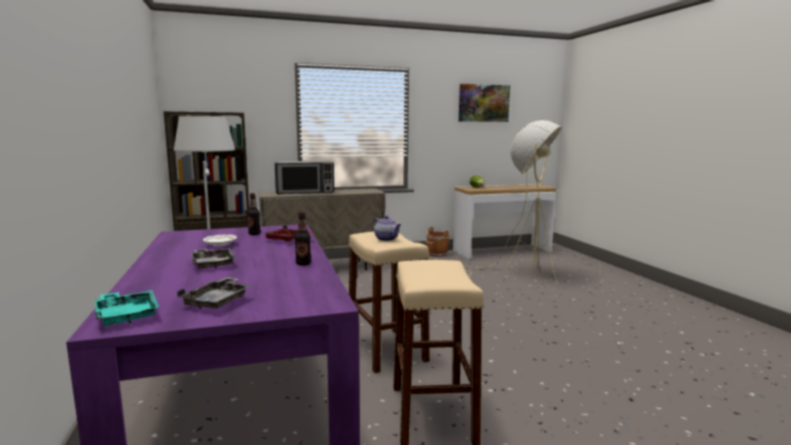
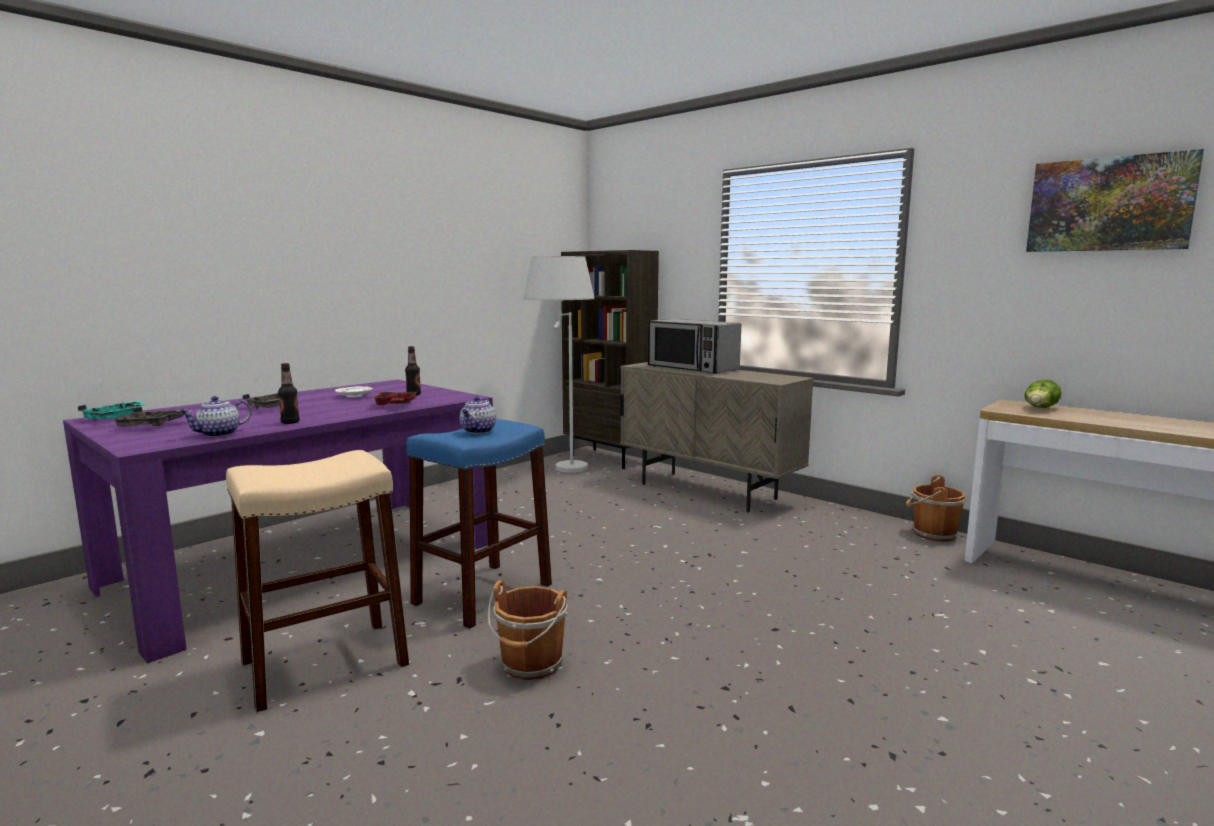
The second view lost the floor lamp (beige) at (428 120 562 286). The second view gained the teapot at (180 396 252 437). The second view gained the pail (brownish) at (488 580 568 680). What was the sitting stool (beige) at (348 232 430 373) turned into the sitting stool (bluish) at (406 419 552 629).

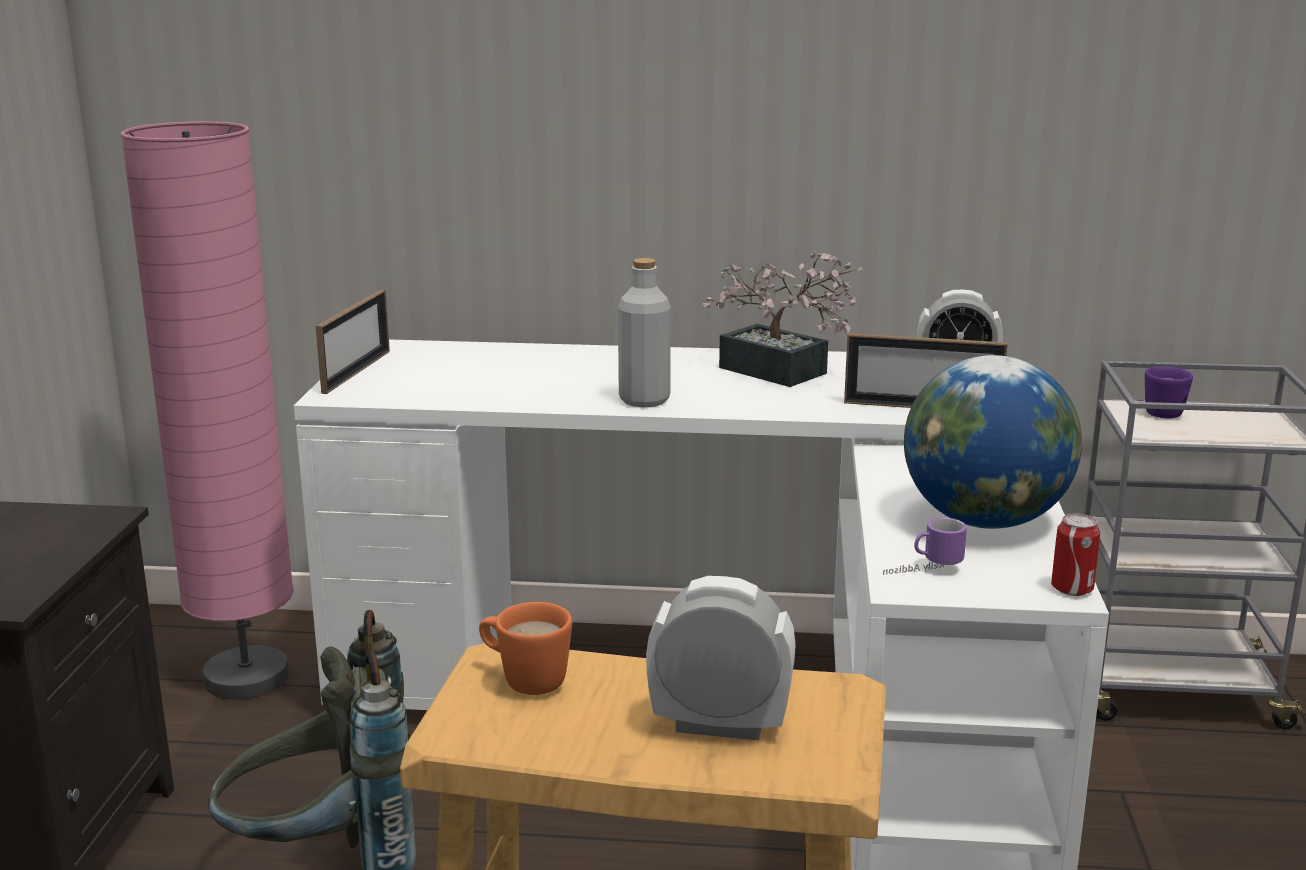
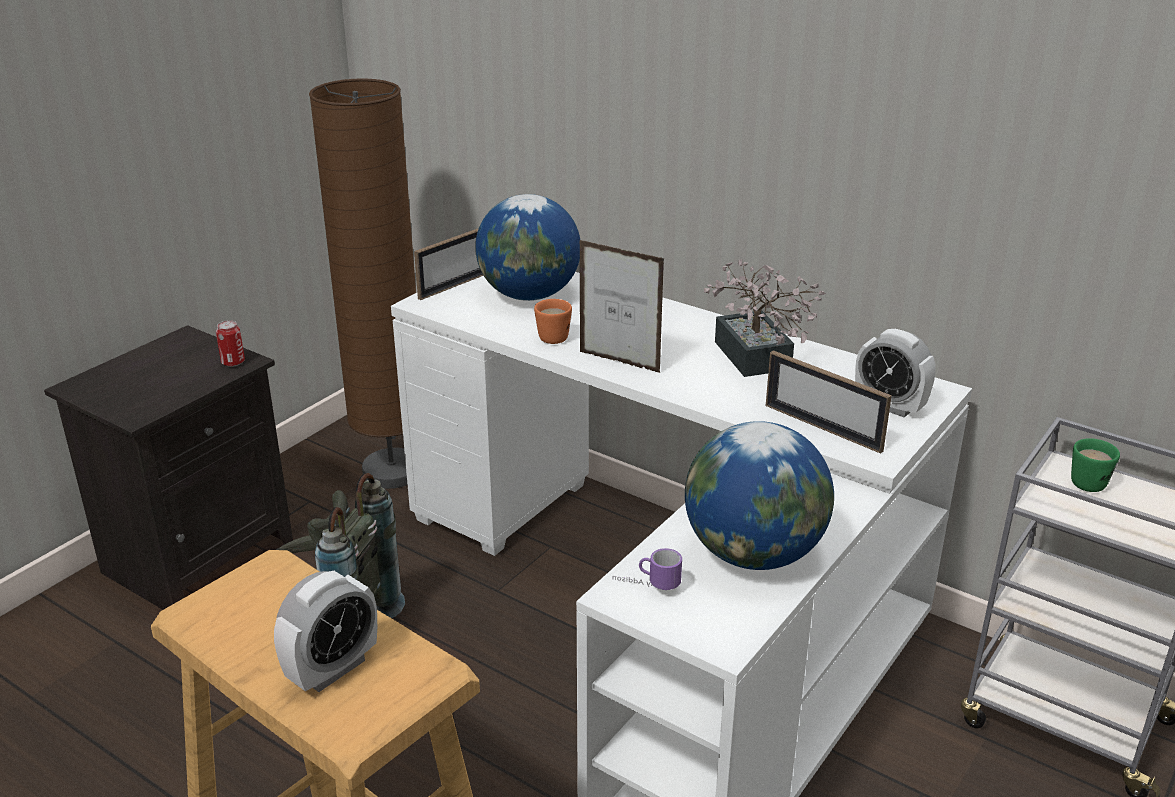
The second view gained the desk globe at (475 194 580 301). The mug (orange-coloured) ended up elsewhere, having gone from (479 602 572 695) to (534 299 572 344). The sealed can ended up elsewhere, having gone from (1051 513 1100 596) to (216 320 245 367). Where the bottle (grey) stood at (618 258 671 408), the picture frame came to stand at (580 240 664 373). What was the floor lamp (pink) at (120 121 294 699) turned into the floor lamp (brownish) at (309 79 416 489). What was the mug (purplish) at (1145 366 1193 419) turned into the mug (green) at (1071 438 1120 492). The table clock at (646 576 796 740) ended up facing another way, 90 degrees clockwise from before.

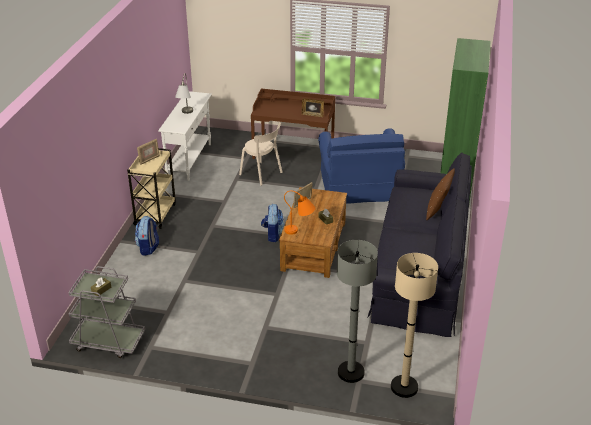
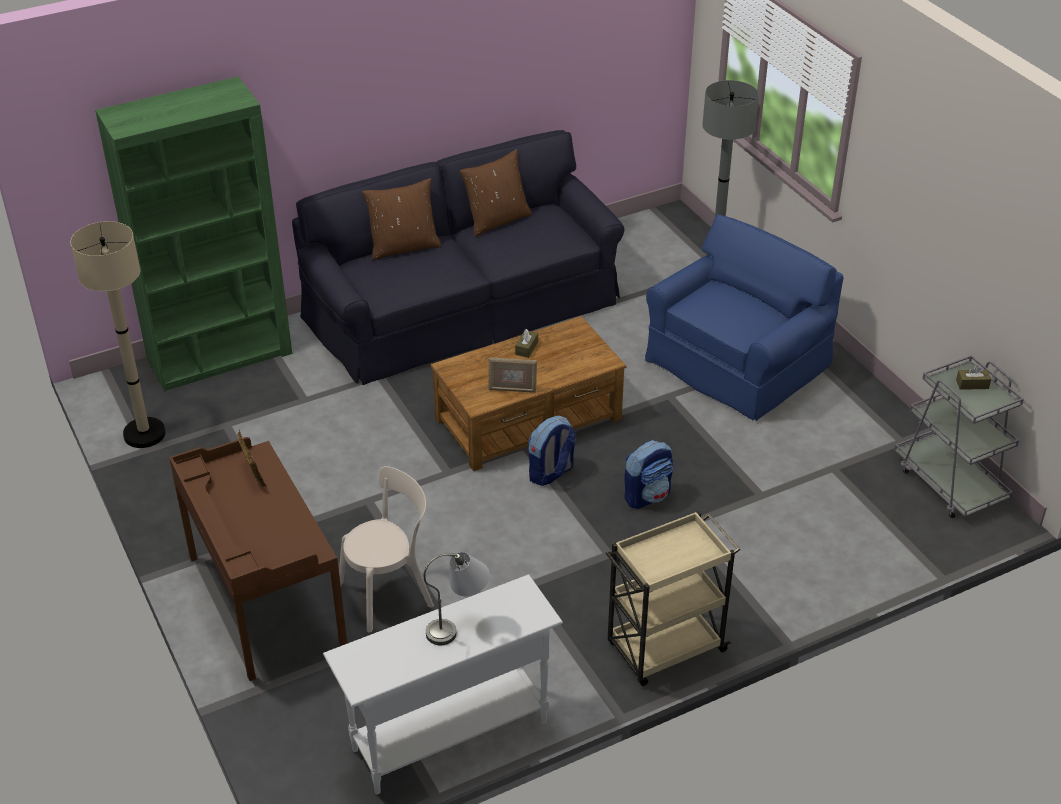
The second view lost the picture frame at (137 139 160 165). The second view lost the table lamp (orange-coloured) at (284 191 315 235). The second view gained the cushion (brownish) at (460 150 532 237). The rucksack ended up elsewhere, having gone from (135 216 159 256) to (624 440 673 509). The easy chair (bluish) ended up elsewhere, having gone from (318 128 405 204) to (645 214 843 421). The floor lamp (beige) ended up elsewhere, having gone from (391 253 438 398) to (70 221 166 448). The upright chair (beige) at (239 122 283 186) ended up facing another way, 60 degrees clockwise from before.

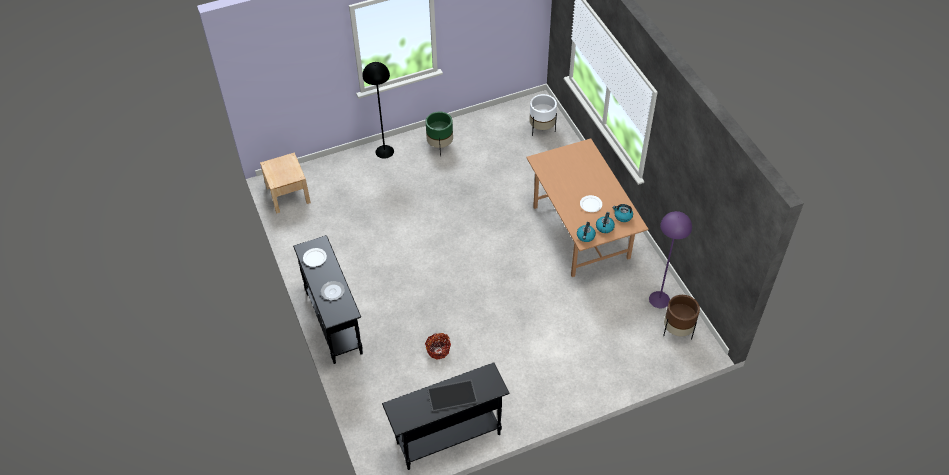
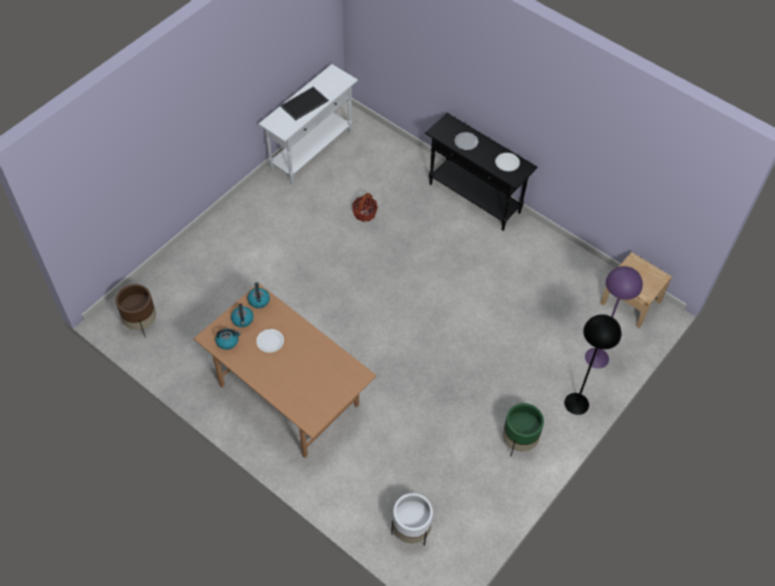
The floor lamp (purplish) ended up elsewhere, having gone from (649 211 692 308) to (585 266 643 369). What was the console table (black) at (382 362 510 470) turned into the console table (whitish) at (258 64 358 185).

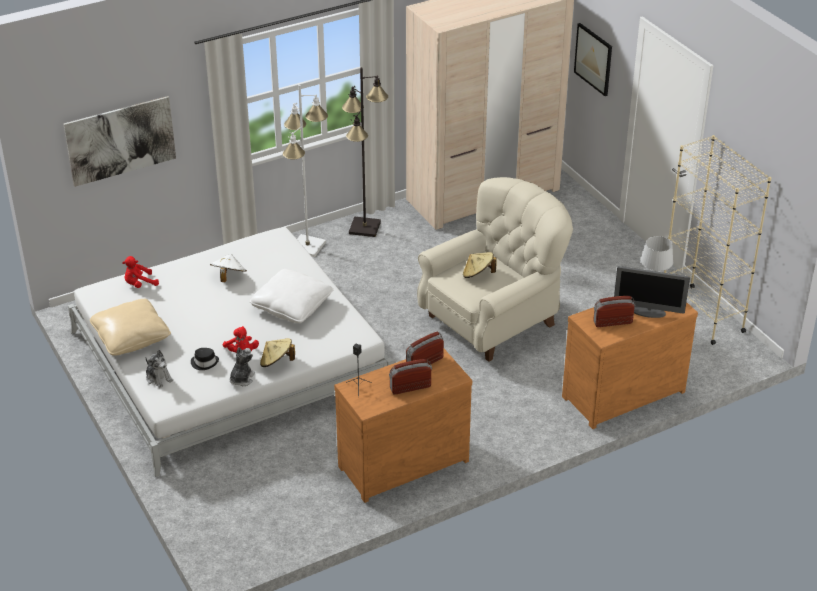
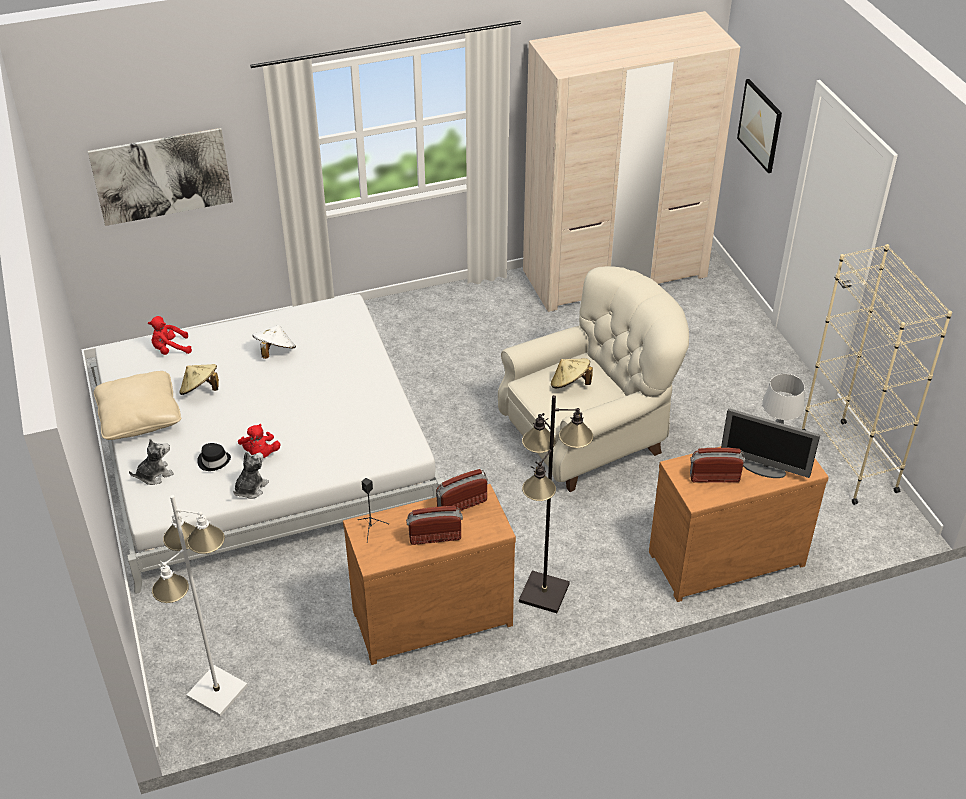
The second view lost the cushion (whitish) at (250 269 334 323). The hat (beige) ended up elsewhere, having gone from (260 338 295 367) to (179 364 219 395). The floor lamp (whitish) ended up elsewhere, having gone from (283 85 328 257) to (152 495 247 717). The floor lamp (black) ended up elsewhere, having gone from (342 67 388 237) to (519 395 593 613). The plush toy at (146 350 173 388) ended up facing another way, 90 degrees counterclockwise from before.

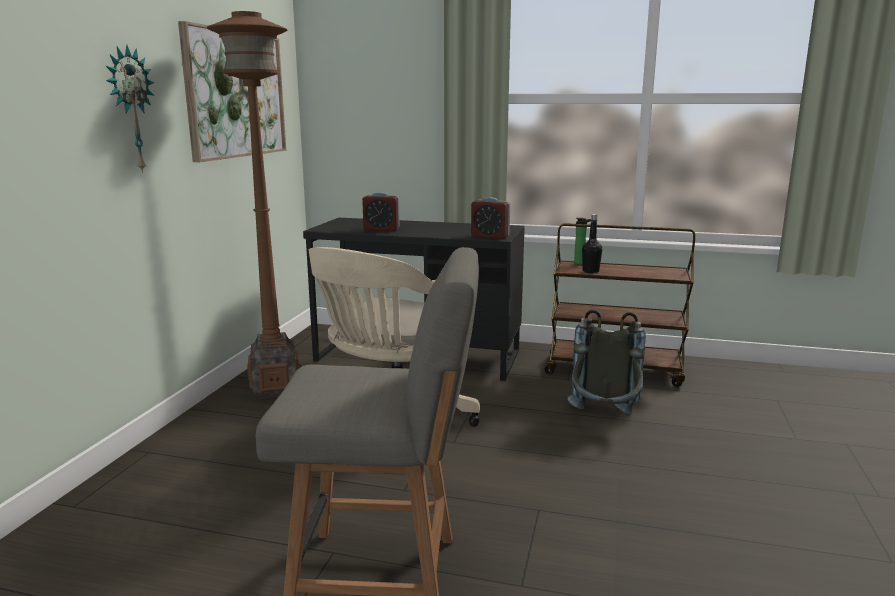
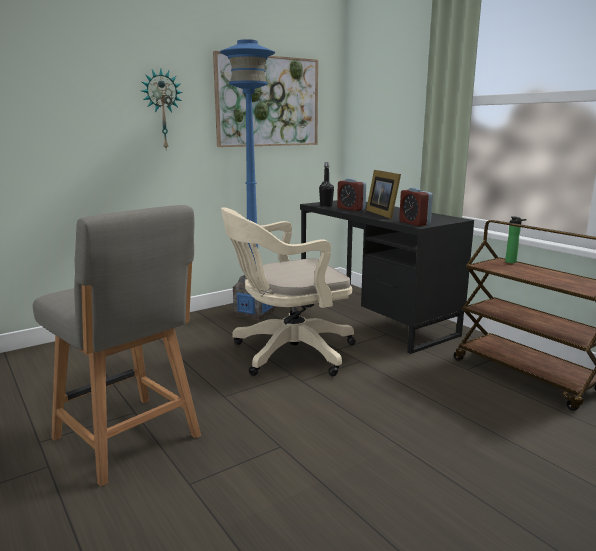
The second view lost the rucksack (grey) at (567 310 646 414). The second view gained the picture frame at (366 170 401 219). The bottle (black) ended up elsewhere, having gone from (582 214 603 273) to (319 162 334 207). What was the floor lamp (brownish) at (207 11 301 399) turned into the floor lamp (bluish) at (220 39 275 320).

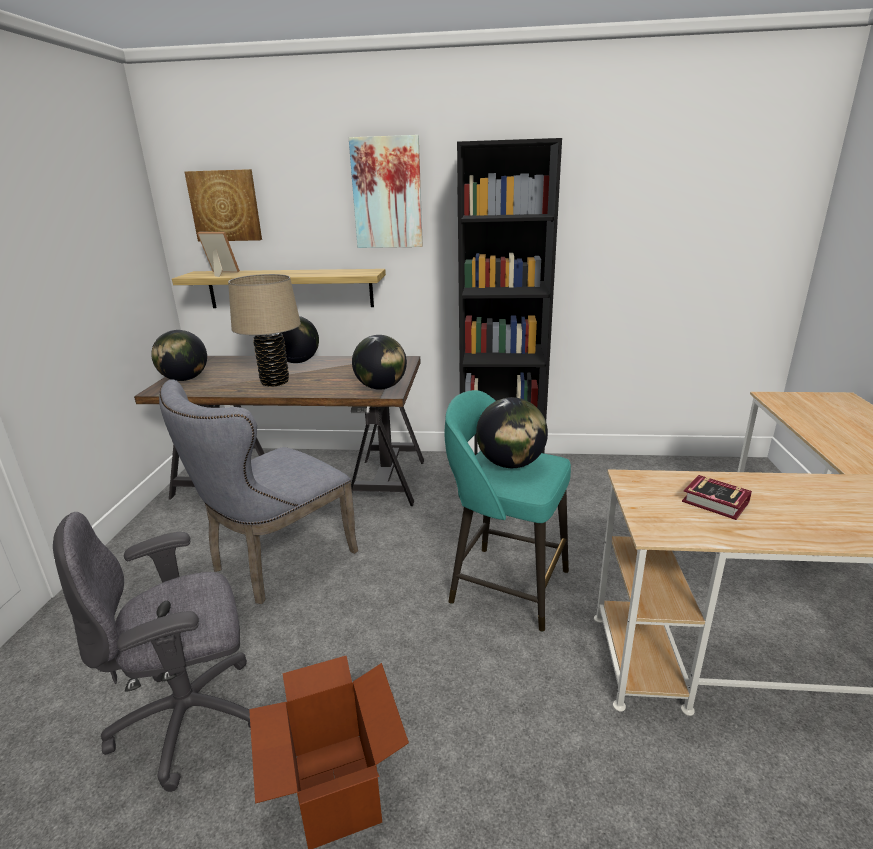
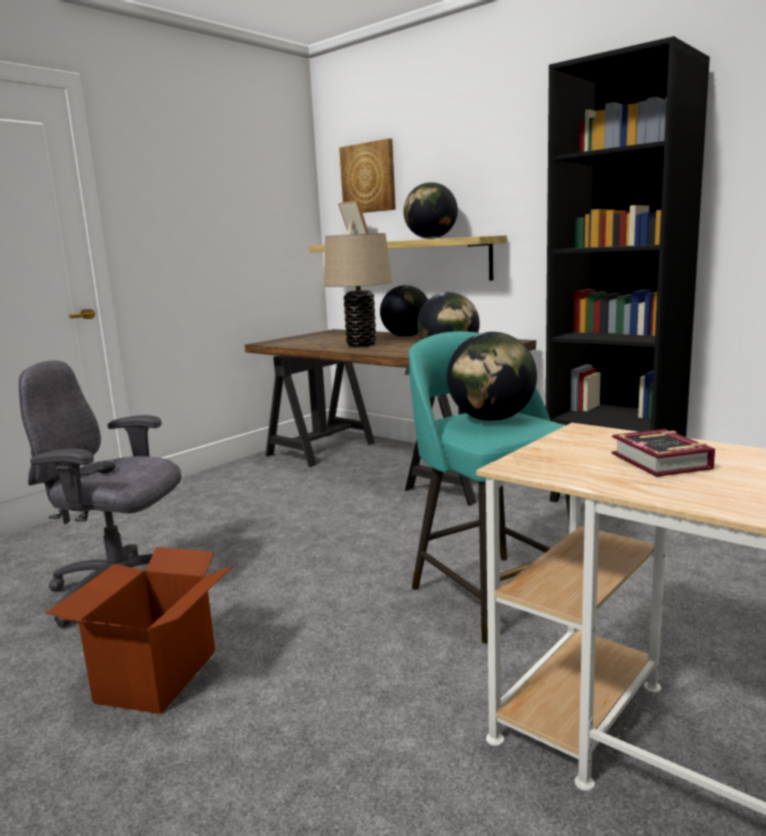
The second view lost the upright chair (grey) at (159 379 358 604). The second view lost the wall art at (349 135 423 248). The desk globe ended up elsewhere, having gone from (151 330 207 381) to (404 182 458 239).

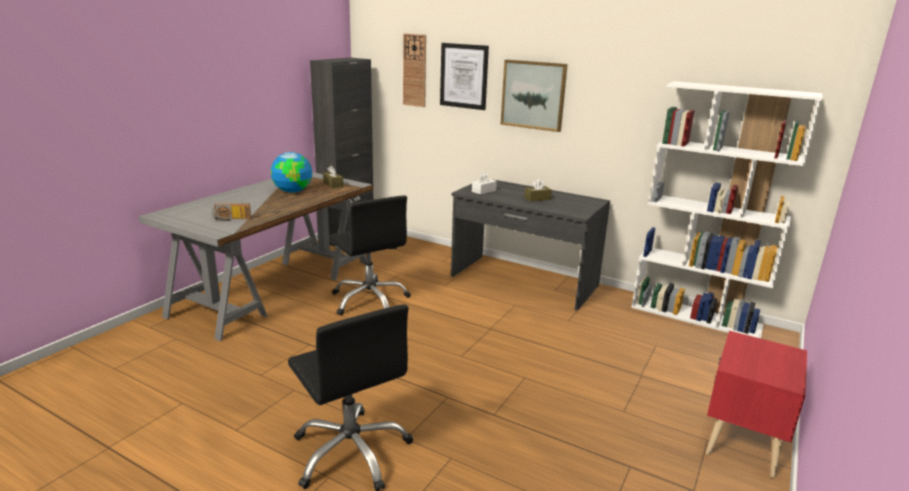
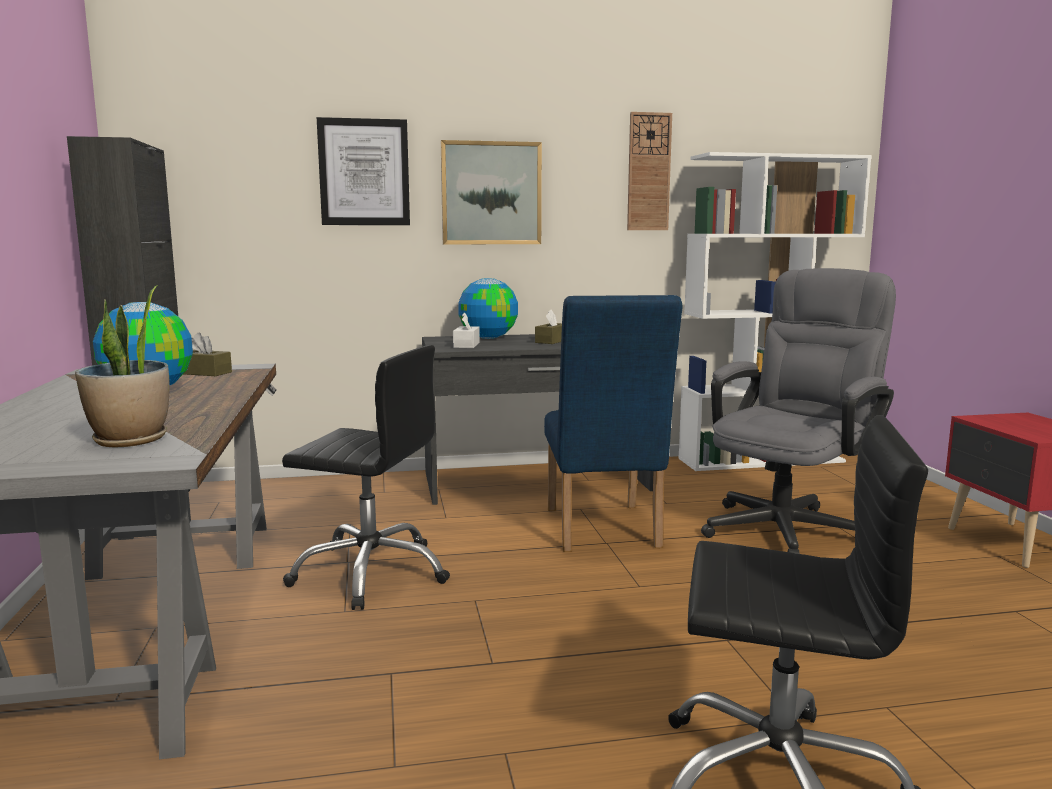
The second view gained the desk globe at (458 278 518 339). The second view gained the upright chair (bluish) at (544 295 683 552). The second view gained the computer chair (grey) at (701 268 896 554). The clock on the wall ended up elsewhere, having gone from (403 34 426 107) to (627 112 672 230). Where the radio receiver stood at (212 203 251 221), the potted plant came to stand at (75 285 170 447).

